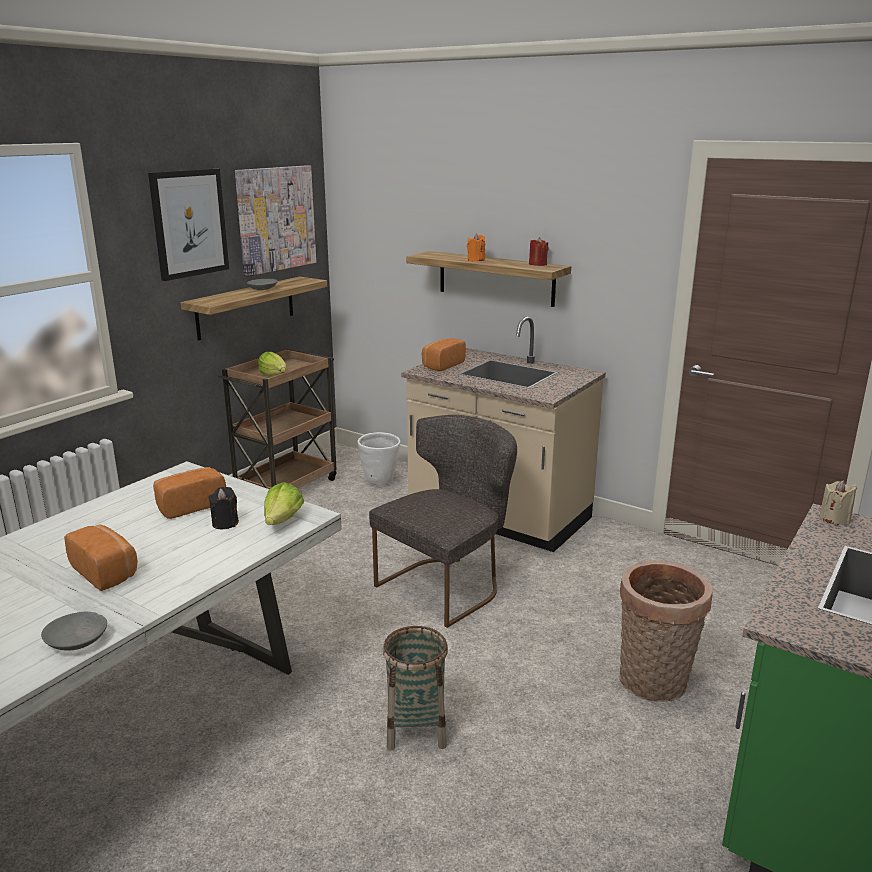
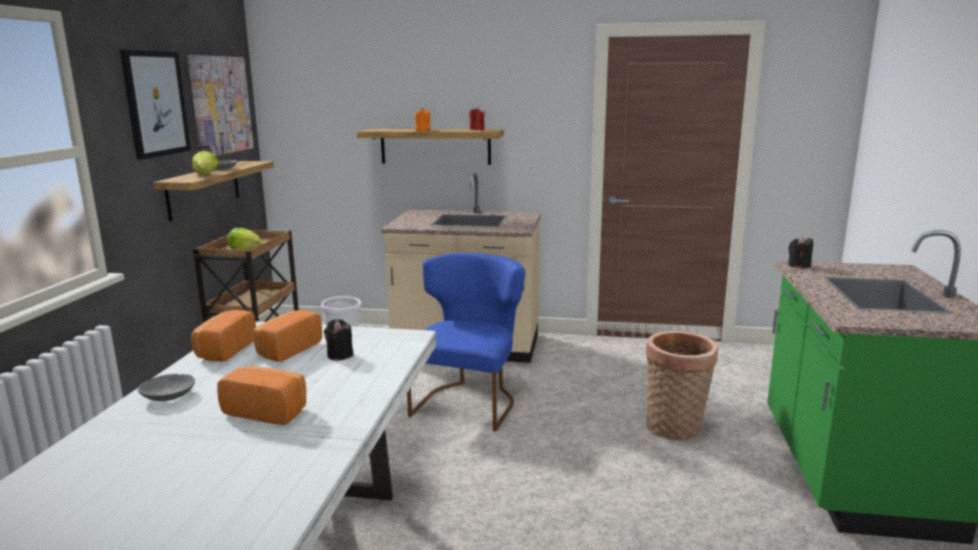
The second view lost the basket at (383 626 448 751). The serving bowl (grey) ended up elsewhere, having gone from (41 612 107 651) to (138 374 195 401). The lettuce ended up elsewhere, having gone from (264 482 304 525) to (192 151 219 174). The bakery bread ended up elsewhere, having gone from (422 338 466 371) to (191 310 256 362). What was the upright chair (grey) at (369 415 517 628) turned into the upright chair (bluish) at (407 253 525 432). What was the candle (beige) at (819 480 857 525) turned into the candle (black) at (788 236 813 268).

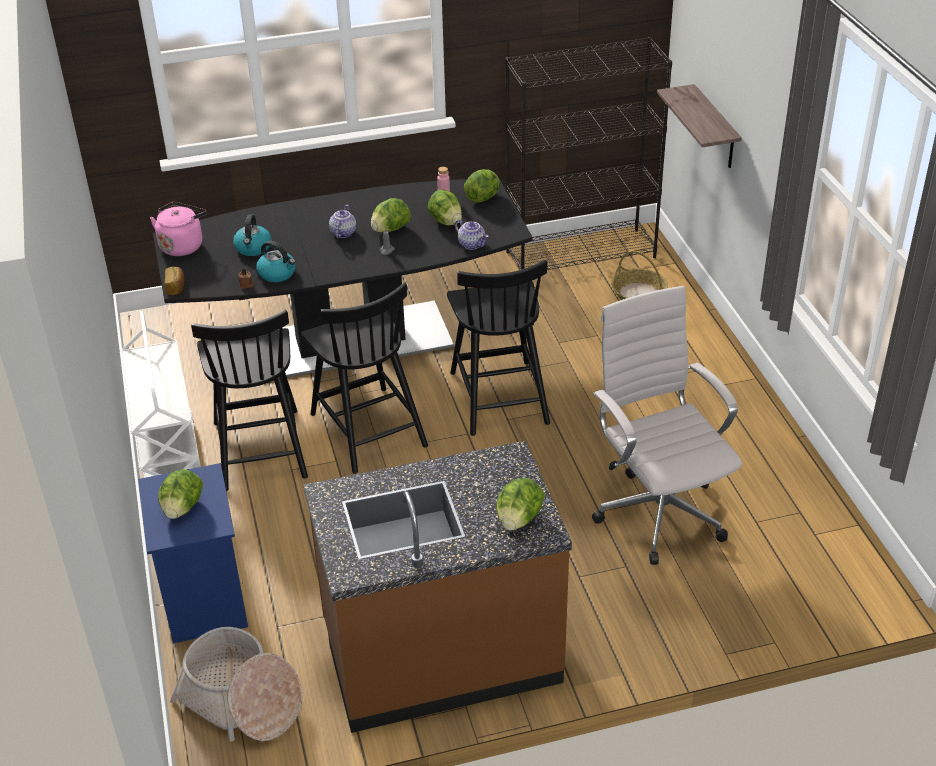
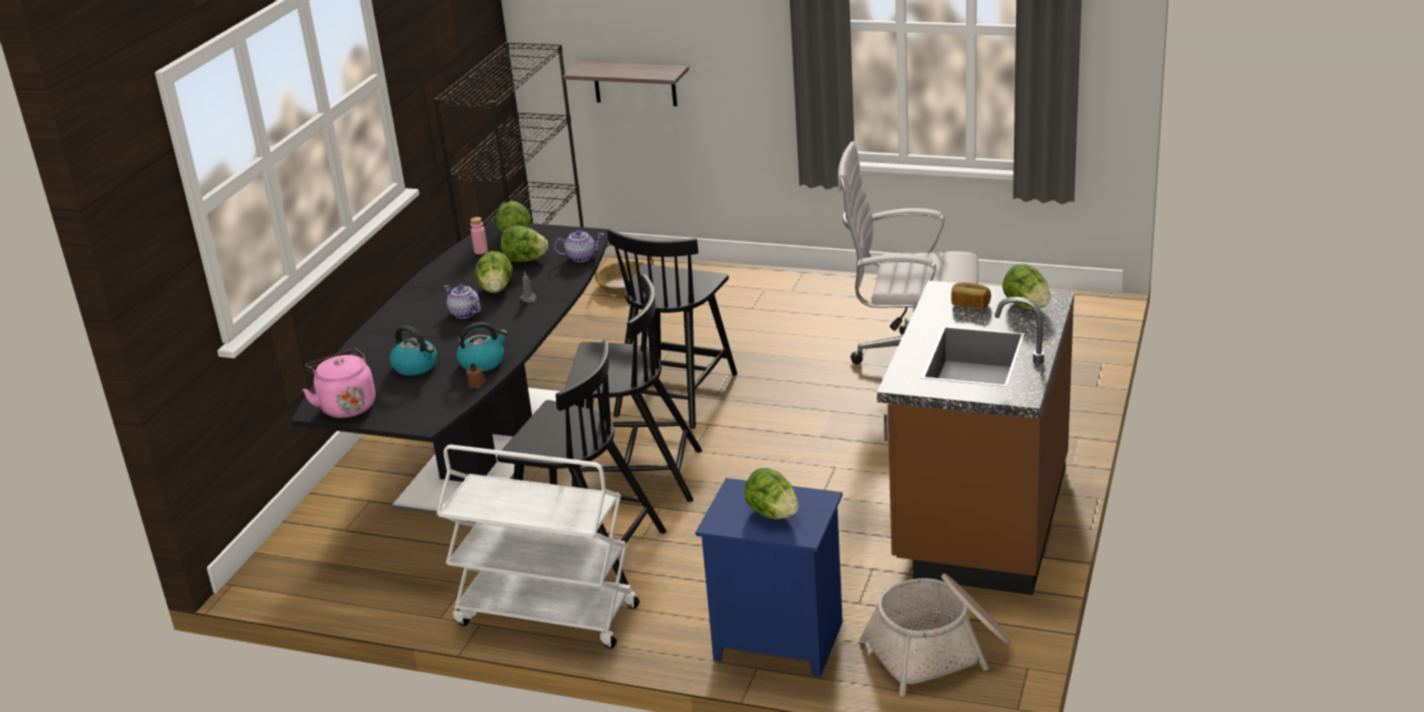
The bakery bread ended up elsewhere, having gone from (165 267 185 295) to (951 282 991 310). The upright chair (black) at (447 260 550 436) ended up facing another way, 90 degrees clockwise from before.

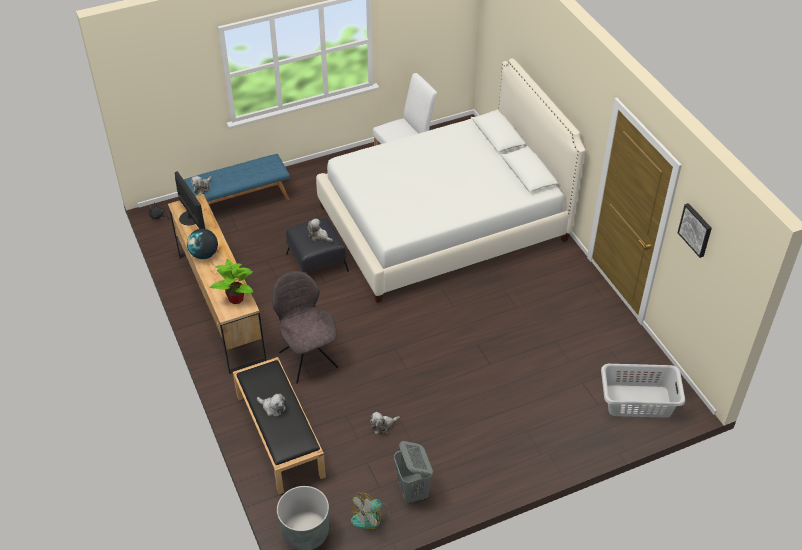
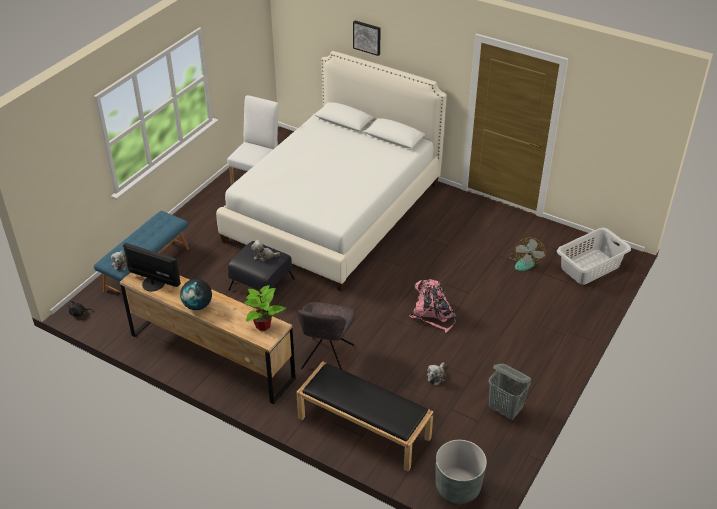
The second view lost the plush toy at (257 393 286 416). The second view gained the rucksack (pink) at (409 279 456 332). The fan ended up elsewhere, having gone from (351 493 390 529) to (509 238 546 271). The wall art ended up elsewhere, having gone from (678 203 712 258) to (353 21 381 56). The upright chair (grey) at (272 271 338 384) ended up facing another way, 105 degrees counterclockwise from before.

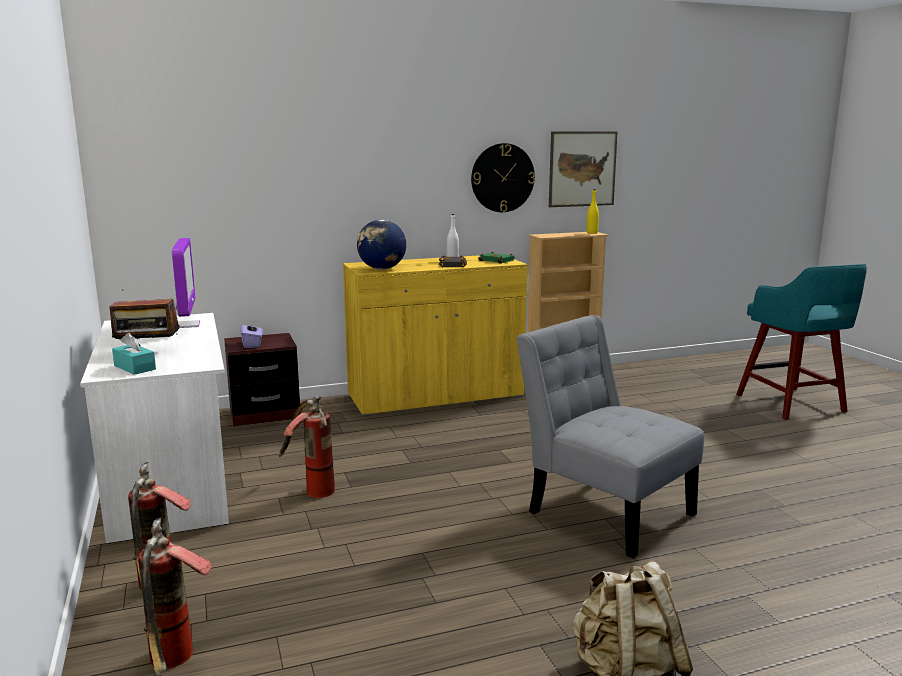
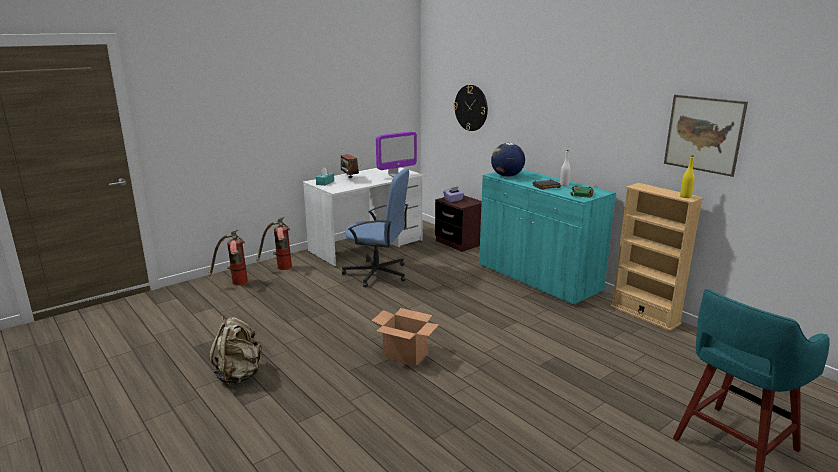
The clock on the wall ended up elsewhere, having gone from (471 143 535 212) to (454 85 488 131). Where the fire extinguisher stood at (278 396 335 498), the computer chair (bluish) came to stand at (342 169 409 288). Where the upright chair (grey) stood at (517 315 704 558), the cardboard box came to stand at (372 308 439 366). What was the cabinet (yellow) at (343 255 528 417) turned into the cabinet (turquoise) at (479 170 616 306).

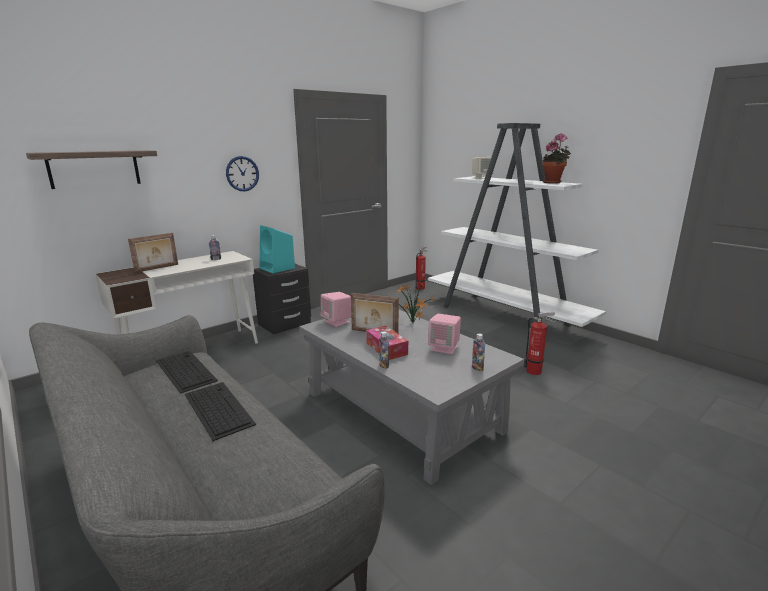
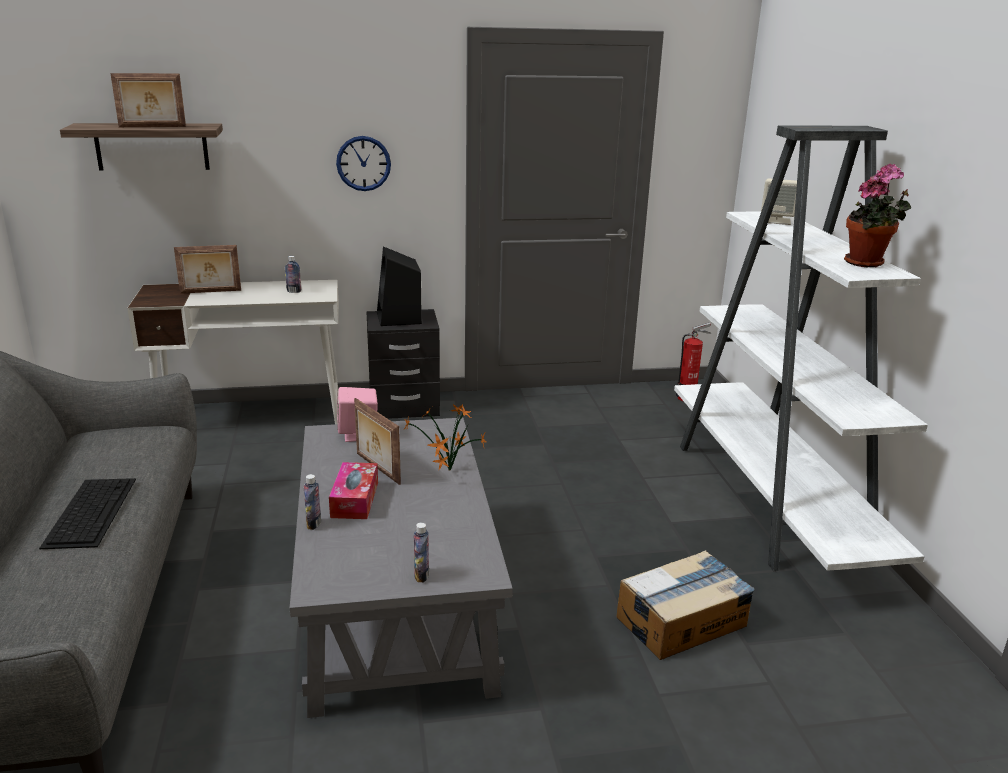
The second view lost the keyboard at (156 351 218 394). The second view lost the audio speaker (pink) at (428 314 461 354). The second view gained the picture frame at (110 73 186 127). Where the fire extinguisher stood at (524 312 555 375), the cardboard box came to stand at (616 550 755 660). What was the audio speaker (turquoise) at (260 225 295 273) turned into the audio speaker (black) at (377 246 422 326).

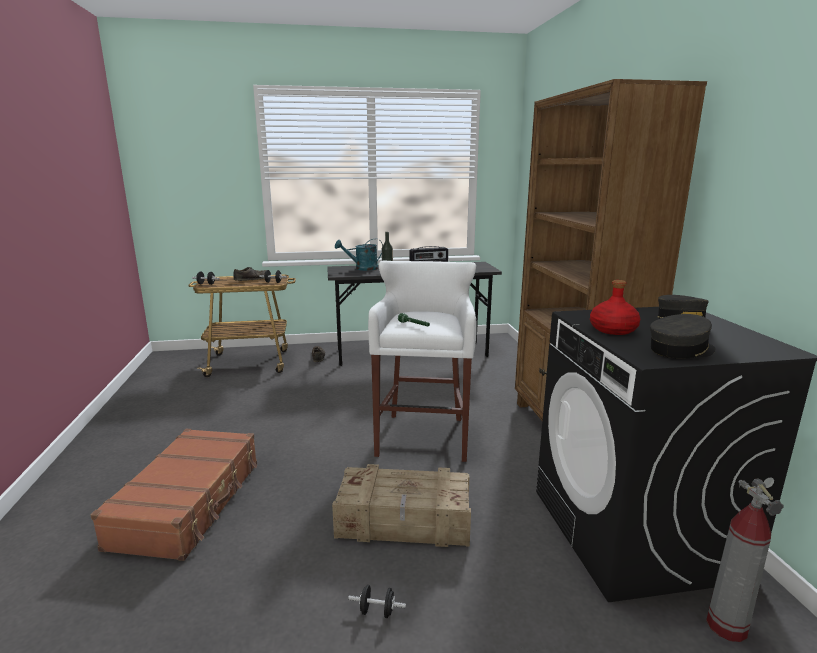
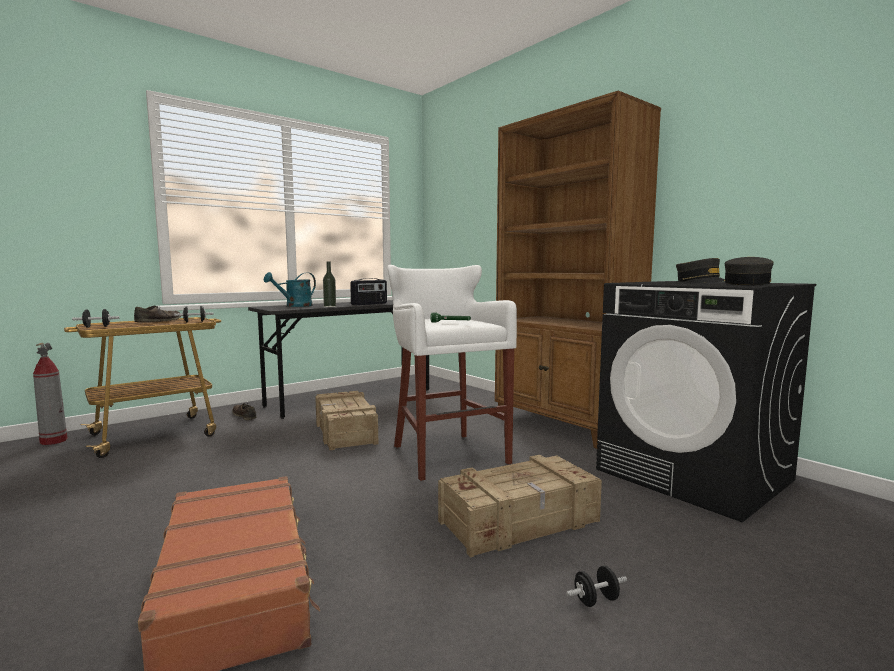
The second view lost the bottle (reddish) at (590 280 640 335). The second view gained the packing crate at (315 391 378 450). The fire extinguisher ended up elsewhere, having gone from (706 478 784 642) to (33 343 68 445).

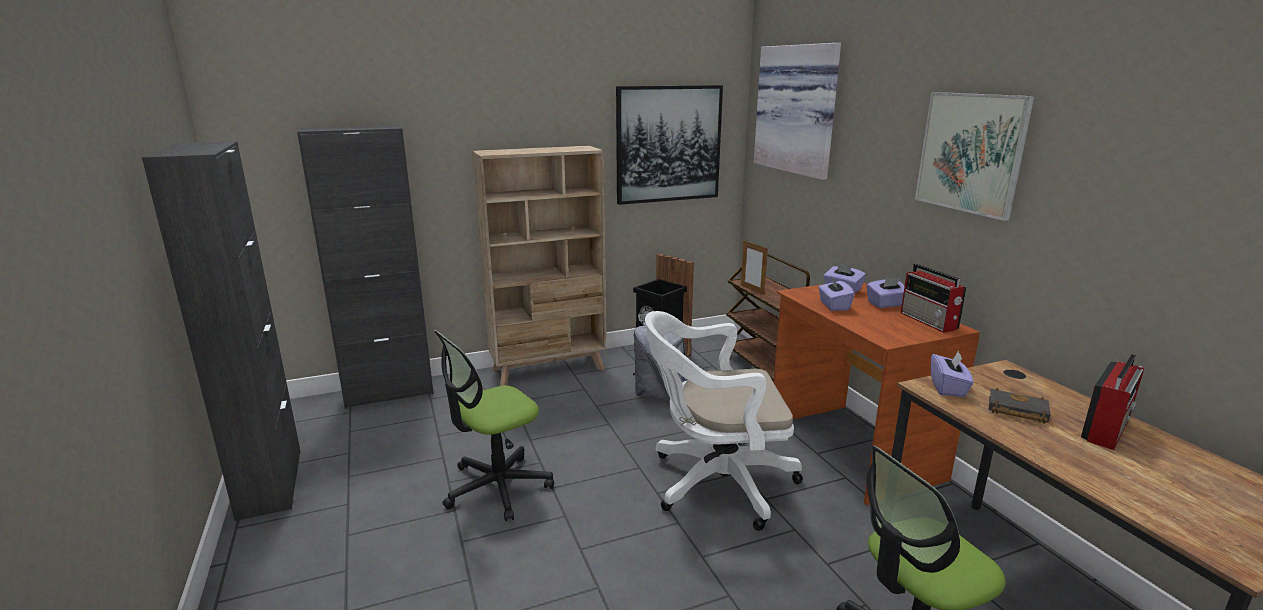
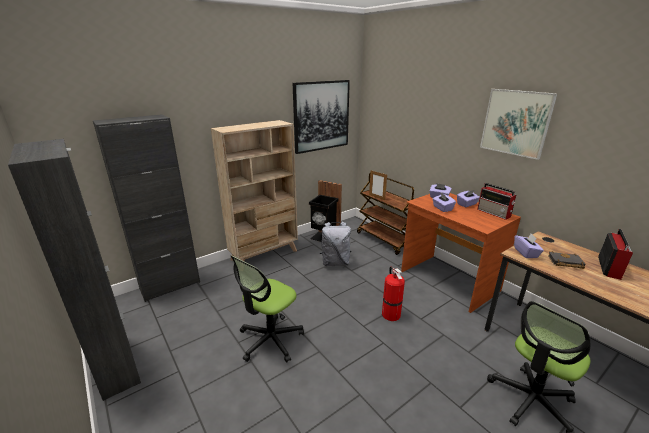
The second view lost the wall art at (754 43 841 180). Where the computer chair (whitish) stood at (645 311 803 531), the fire extinguisher came to stand at (382 266 405 321).

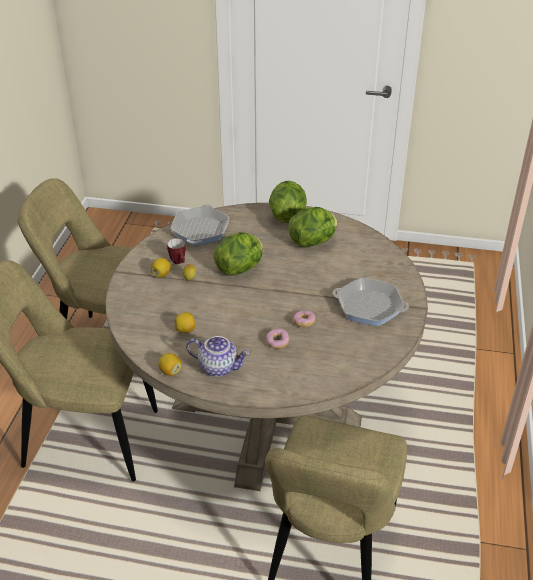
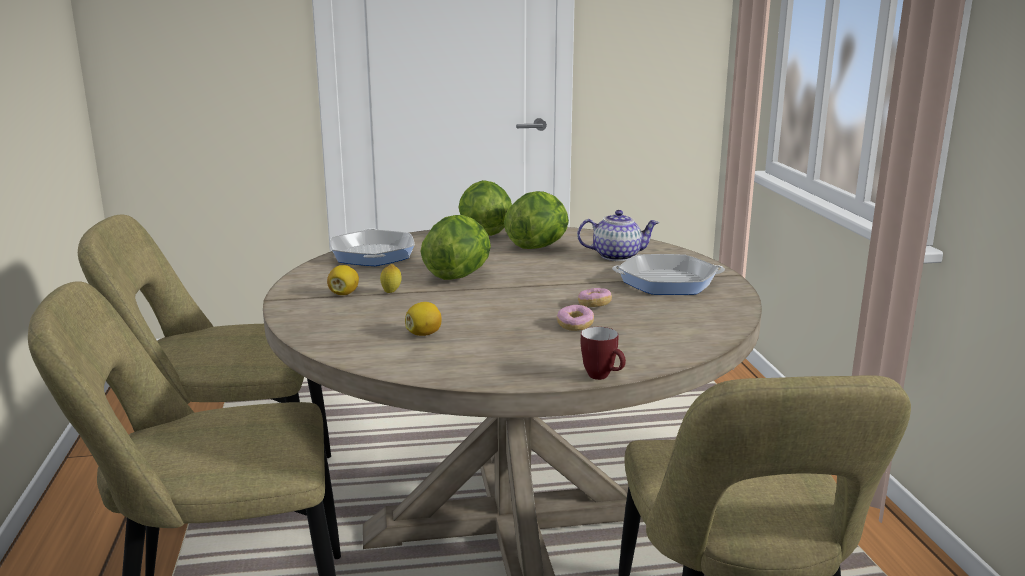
The second view lost the citrus fruit at (158 353 182 376). The mug ended up elsewhere, having gone from (167 238 186 264) to (581 327 626 380). The teapot ended up elsewhere, having gone from (186 336 250 377) to (577 210 659 261).

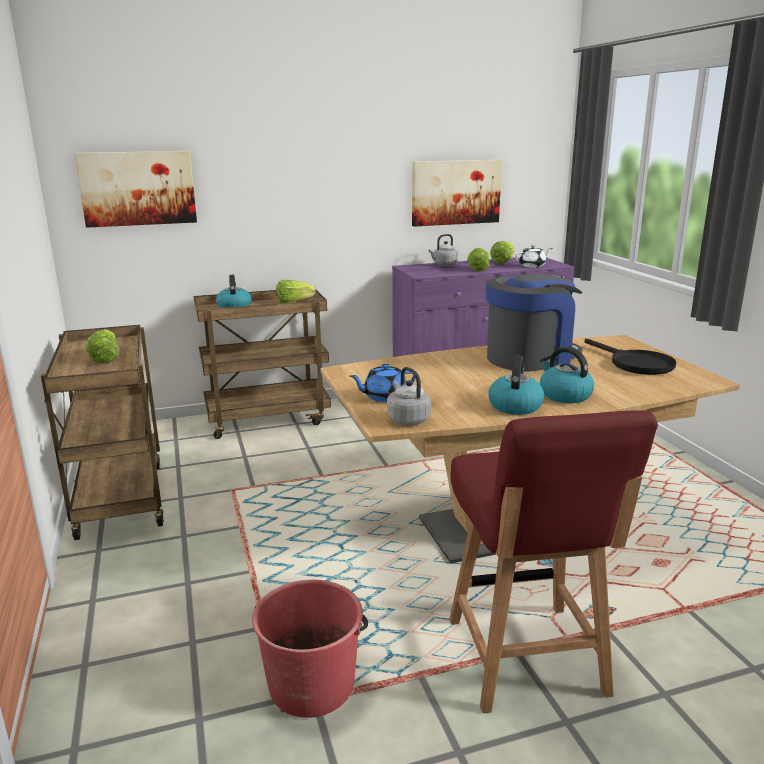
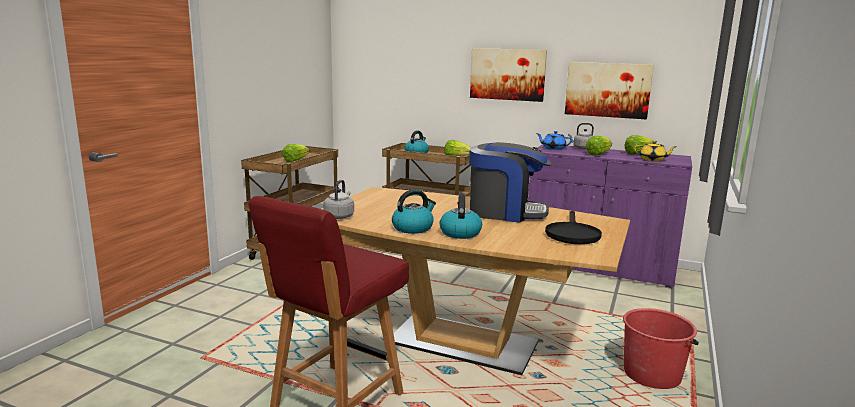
The wall art ended up elsewhere, having gone from (74 151 197 228) to (470 48 547 102). The pail (reddish) ended up elsewhere, having gone from (252 580 368 718) to (623 308 699 389). The teapot (bluish) ended up elsewhere, having gone from (350 364 416 402) to (536 131 572 150). What was the teapot (whitish) at (515 245 553 268) turned into the teapot (yellow) at (634 141 676 161).

